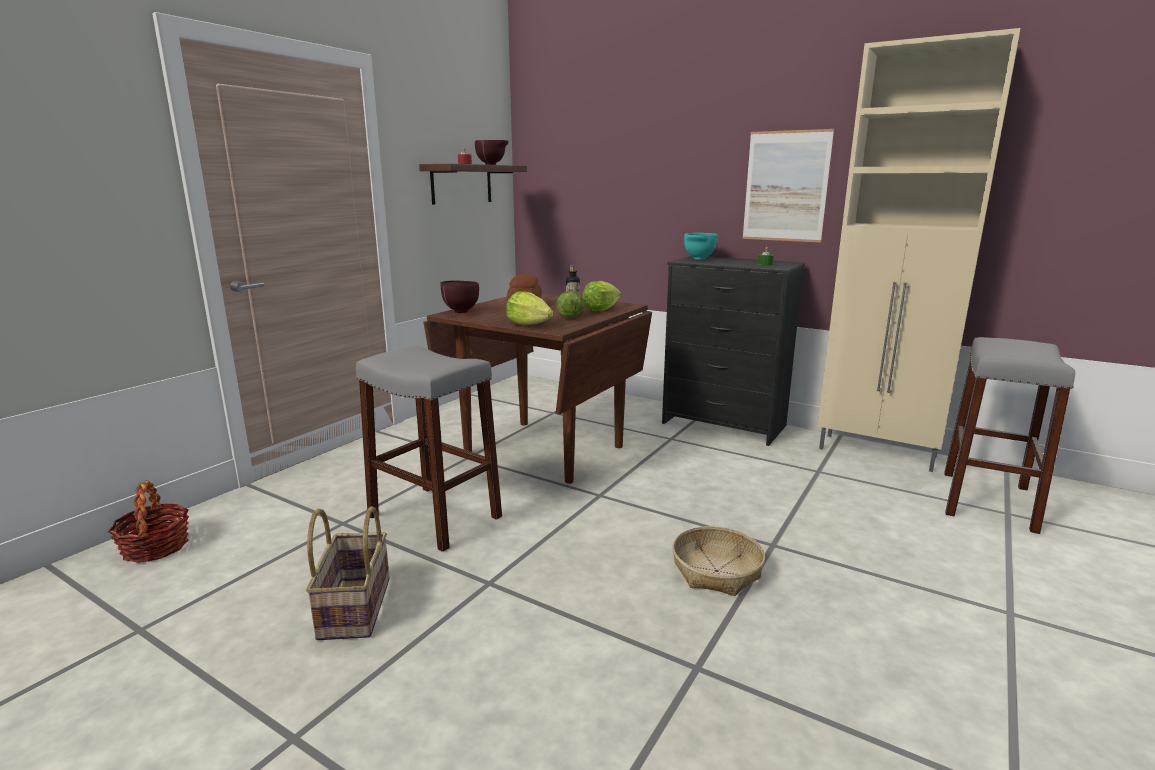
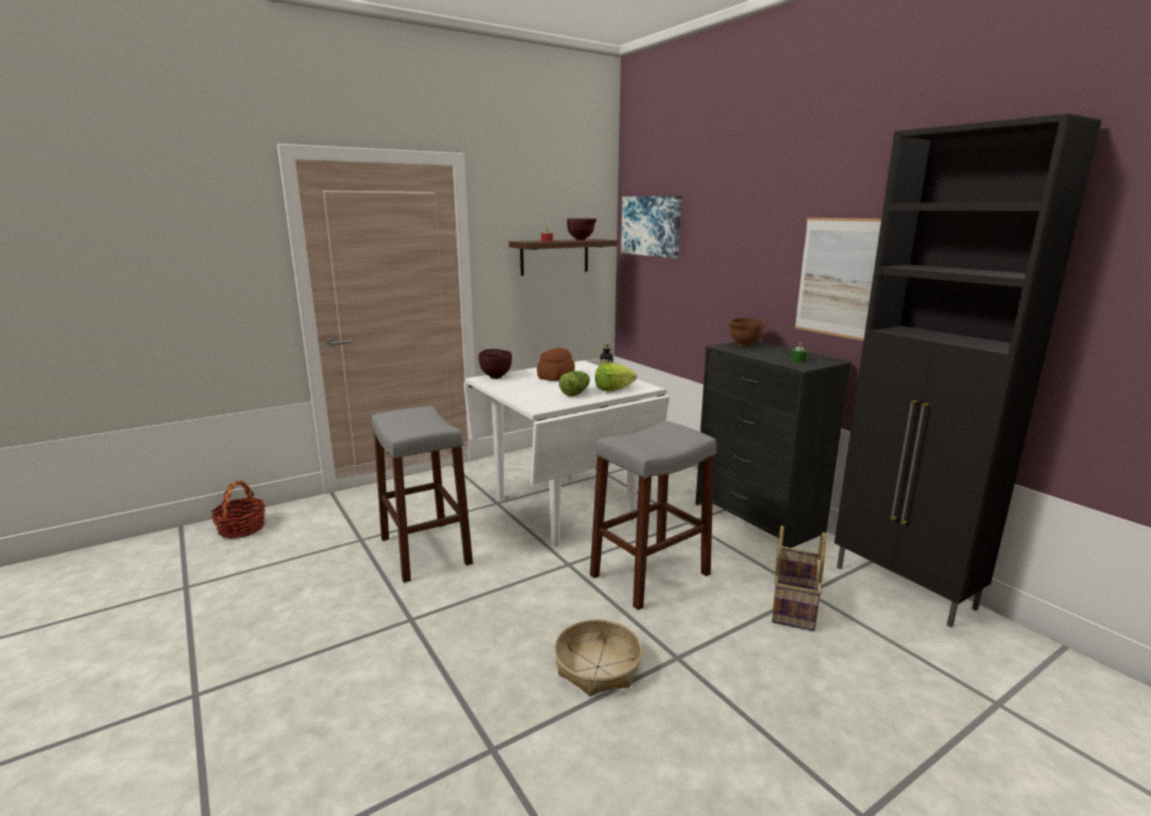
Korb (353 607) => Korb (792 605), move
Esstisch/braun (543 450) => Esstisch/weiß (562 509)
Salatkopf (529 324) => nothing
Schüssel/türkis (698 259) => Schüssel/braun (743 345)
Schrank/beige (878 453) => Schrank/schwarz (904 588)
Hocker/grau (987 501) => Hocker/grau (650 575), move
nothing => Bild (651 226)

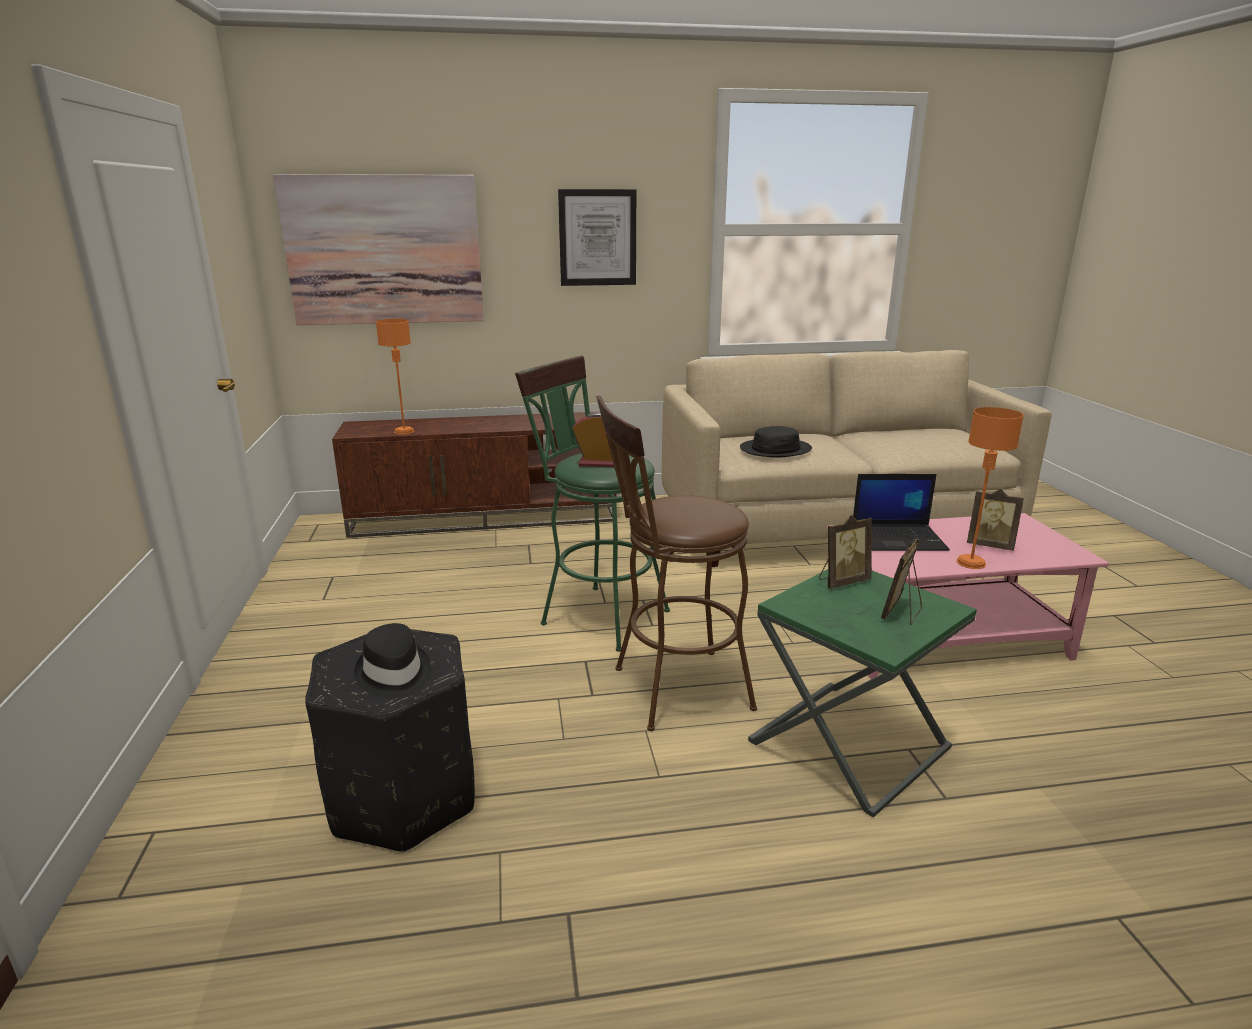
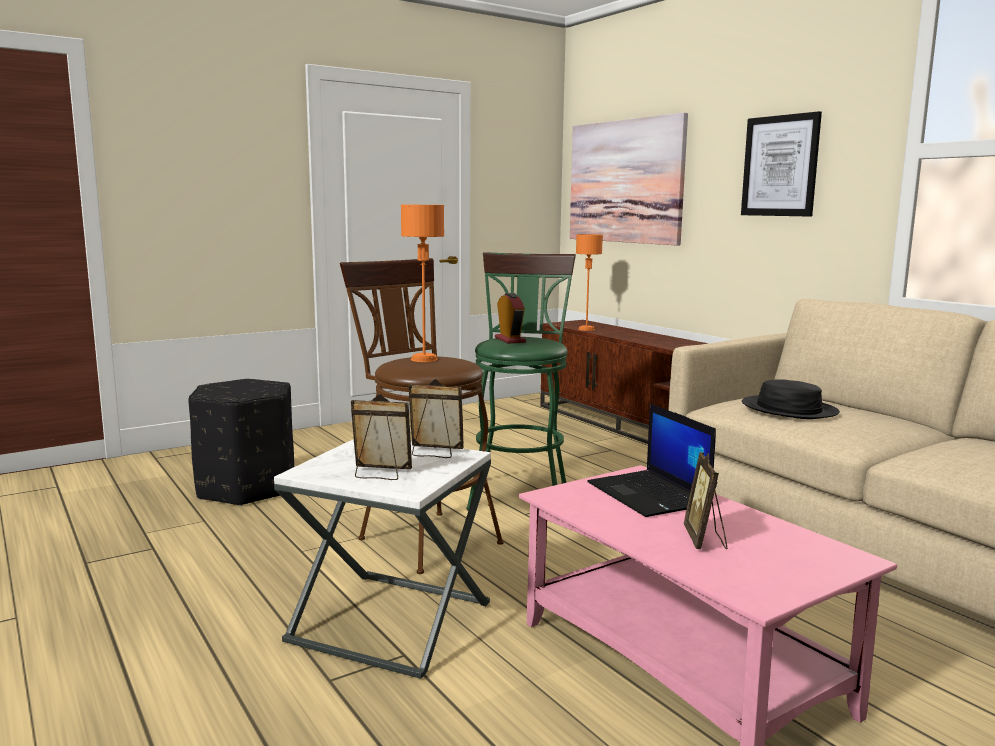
Hut/schwarz (394 674) => nothing
Beistelltisch/grün (848 745) => Beistelltisch/weiß (390 622)
Bilderrahmen (842 581) => Bilderrahmen (434 453), 150 degrees clockwise
Tischlampe/orange (970 562) => Tischlampe/orange (424 359), move

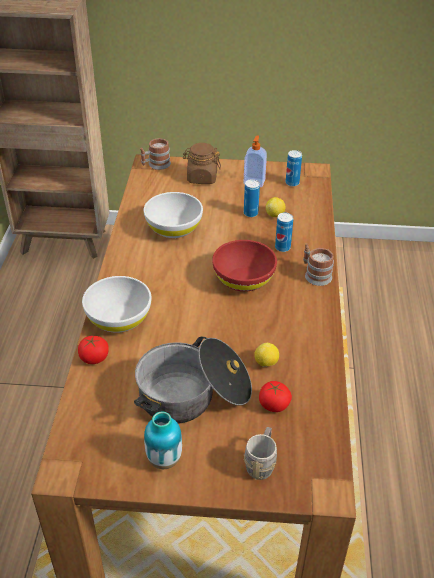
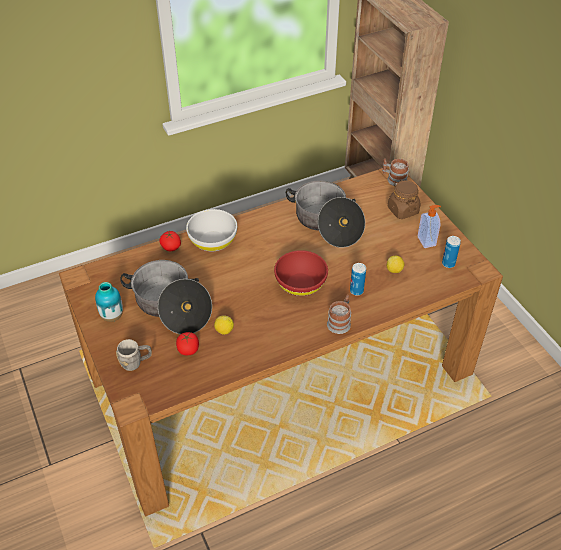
Schüssel/weiß (173 228) => Kochtopf (326 223)
Dose (250 213) => nothing

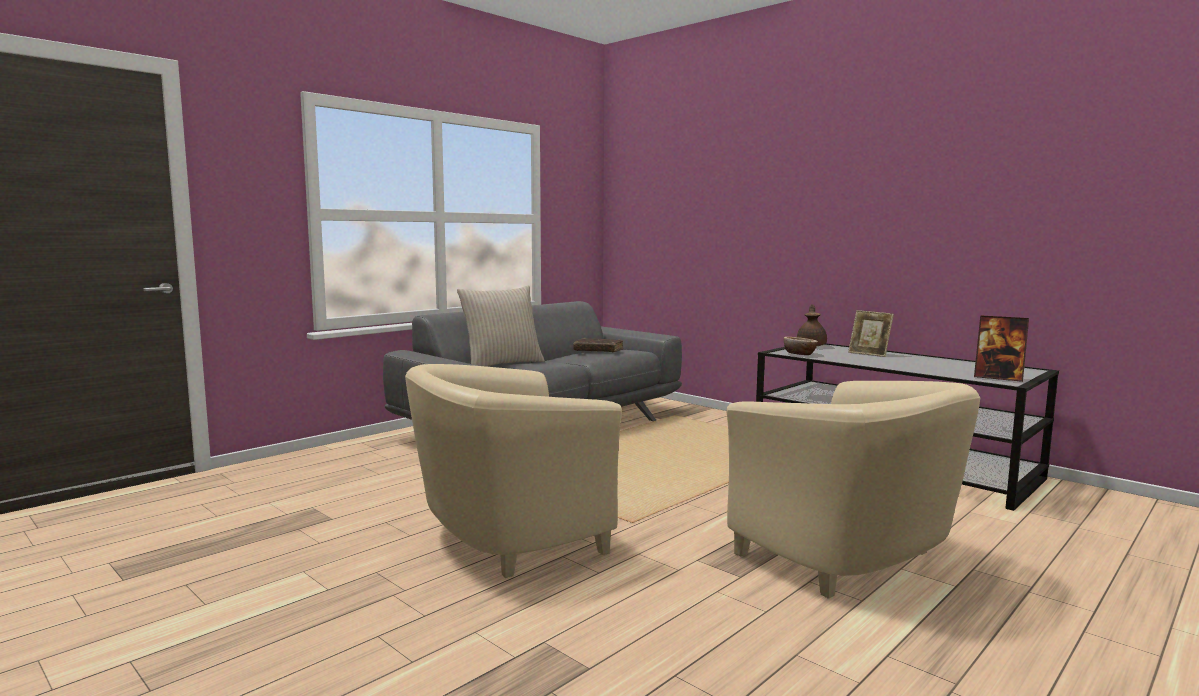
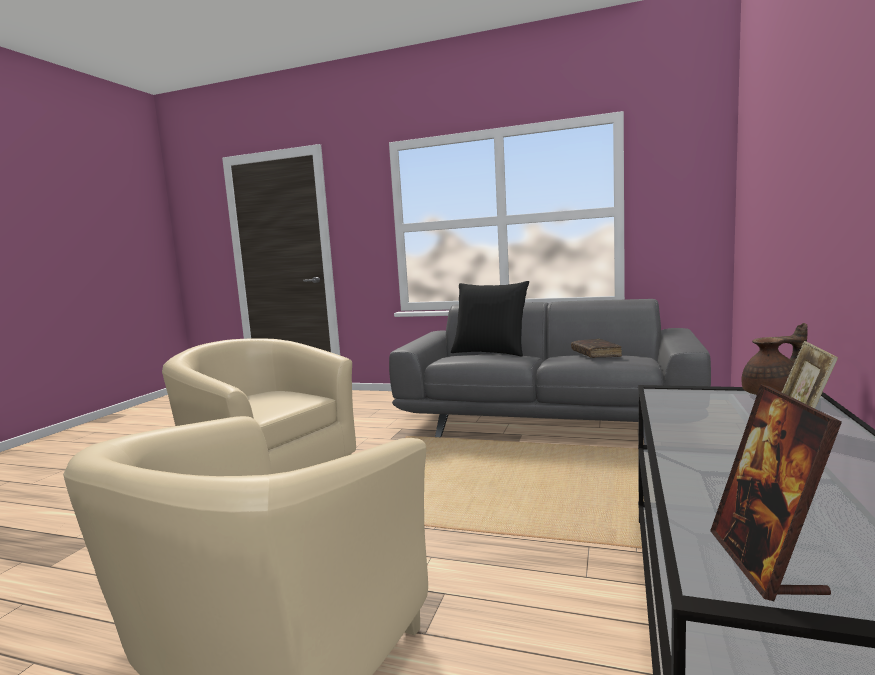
Kissen/beige (502 364) => Kissen/schwarz (490 352)
Schüssel (799 354) => nothing

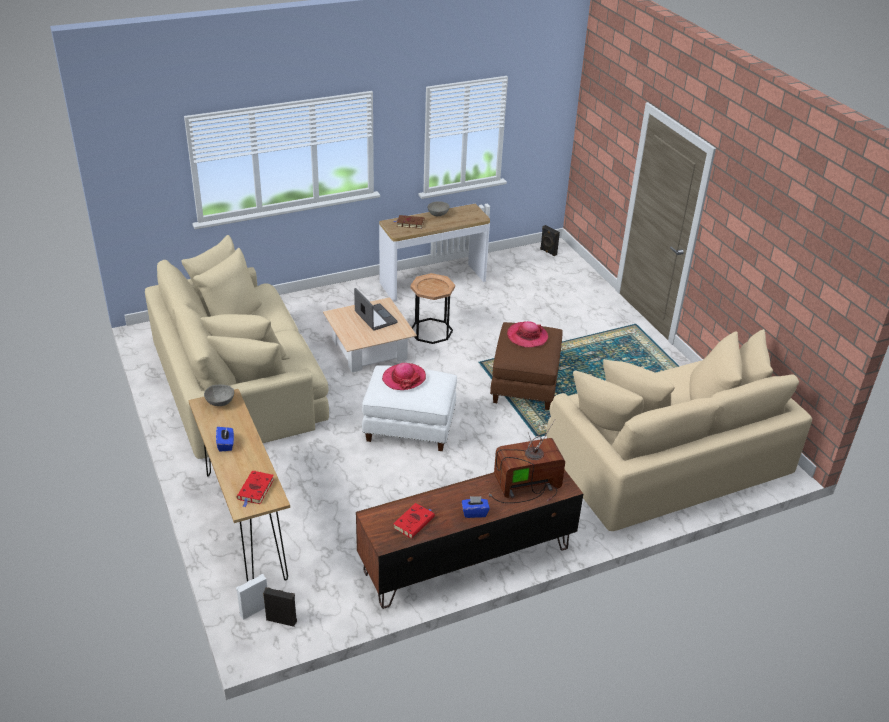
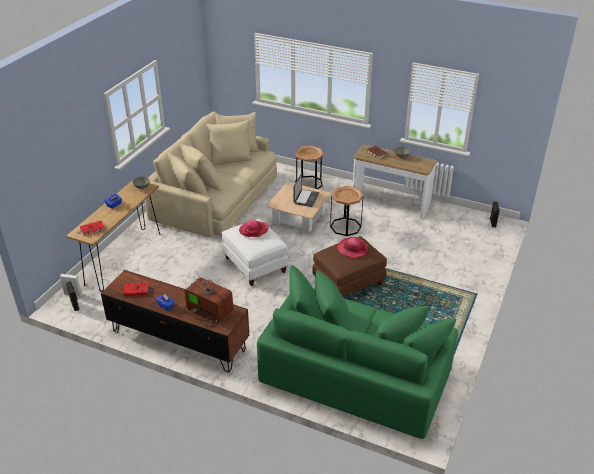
Sofa/beige (664 460) => Sofa/grün (356 373)
nothing => Beistelltisch/braun (308 183)

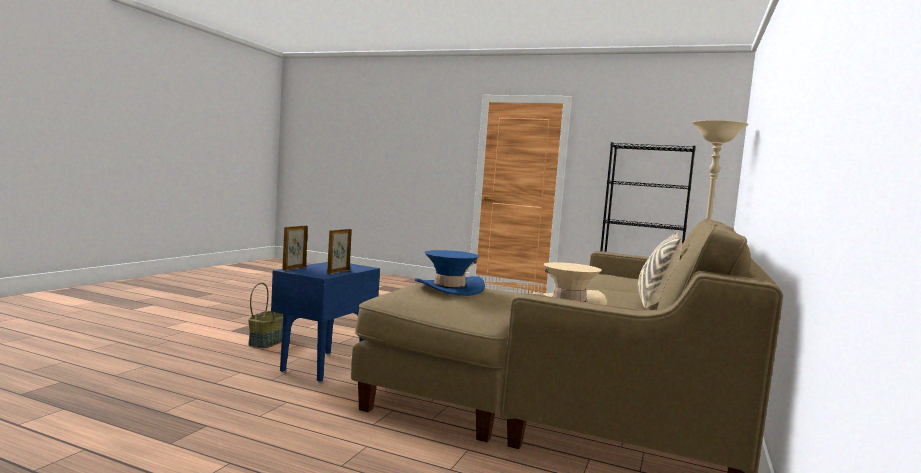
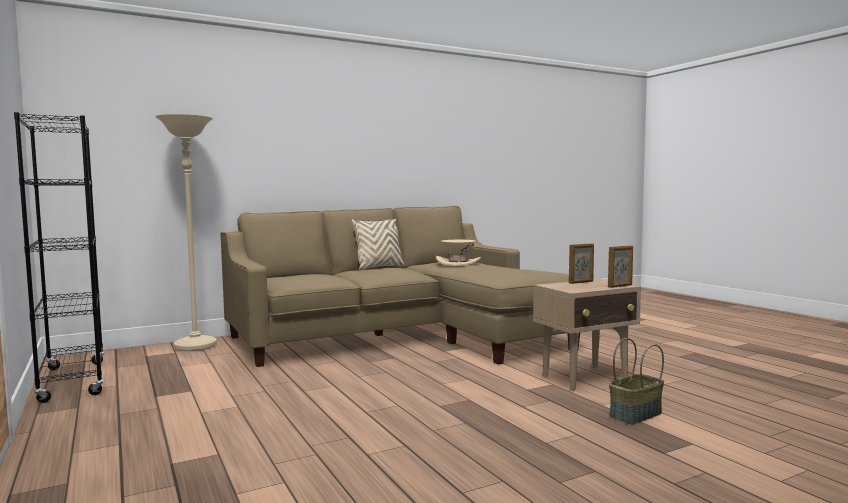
Beistelltisch/blau (323 366) => Beistelltisch/beige (585 378)
Hut/blau (449 288) => nothing

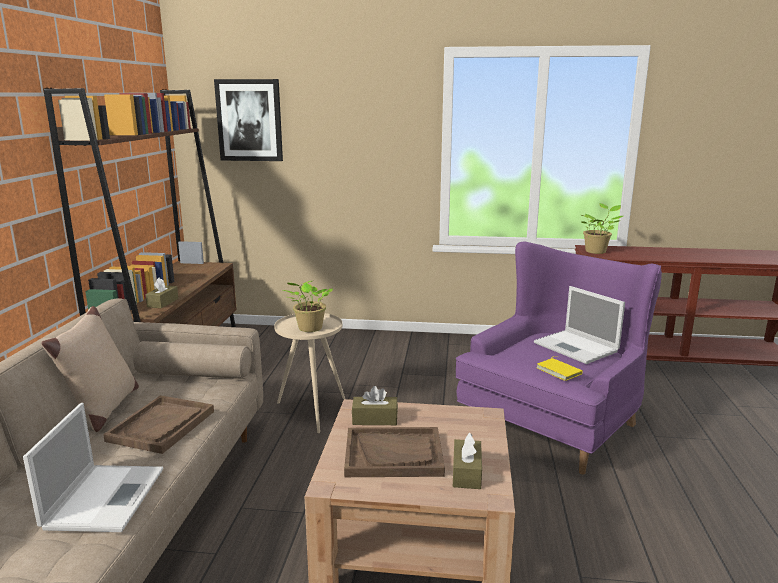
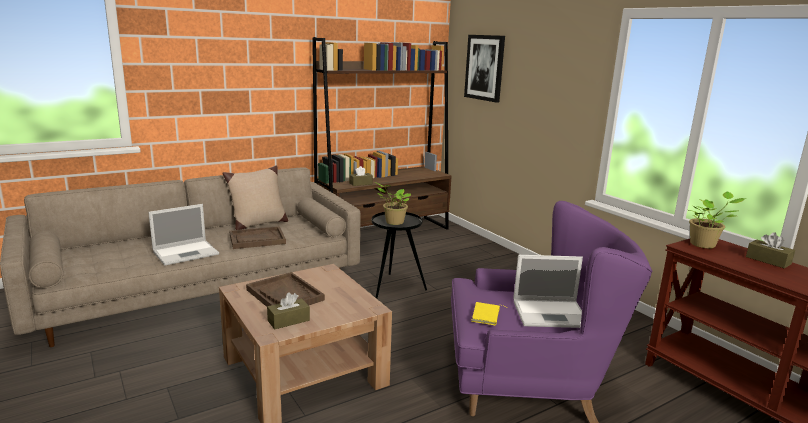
Beistelltisch/beige (312 412) => Beistelltisch/schwarz (394 287)
Taschentuchbox/braun (375 419) => Taschentuchbox/braun (768 260), move
Laptop (577 347) => Laptop (552 314), 105 degrees counterclockwise

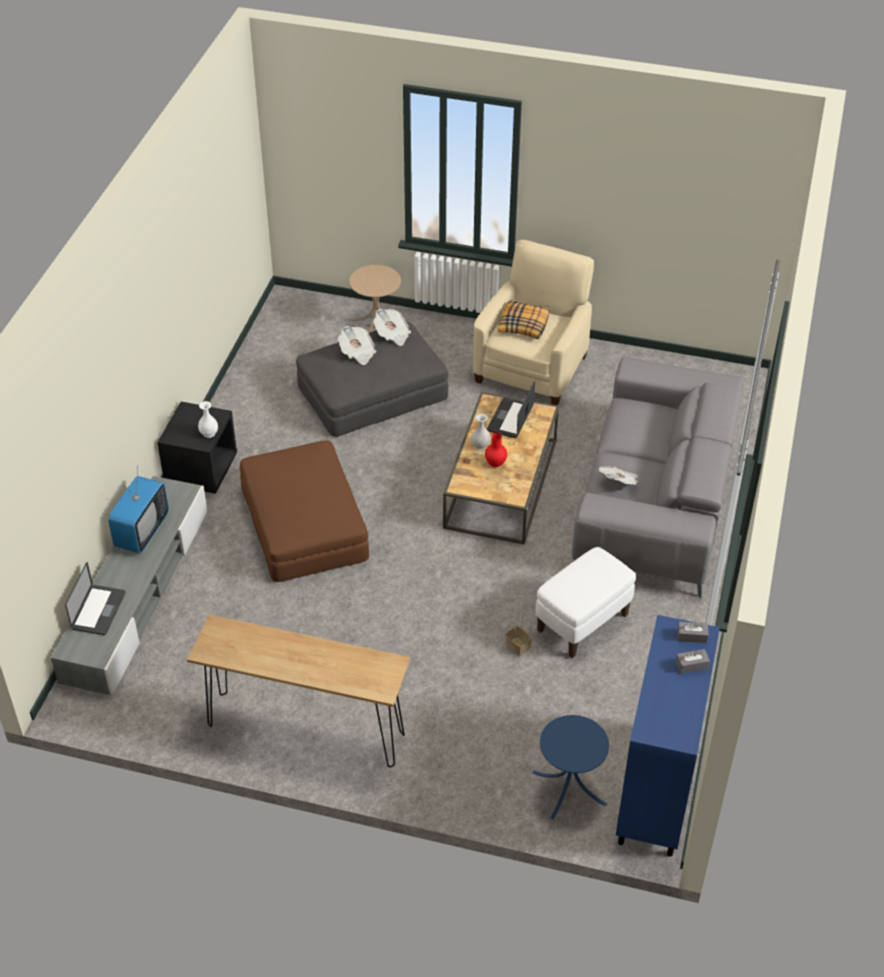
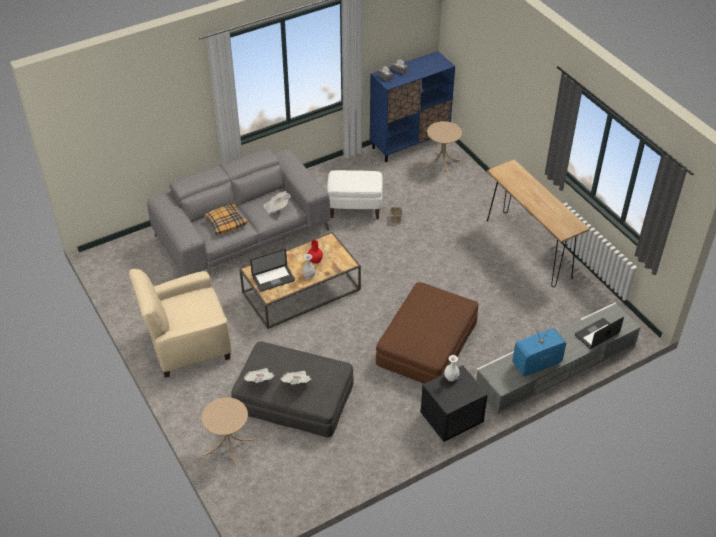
Kissen (524 325) => Kissen (225 223), move
Beistelltisch/blau (569 788) => Beistelltisch/beige (442 163)

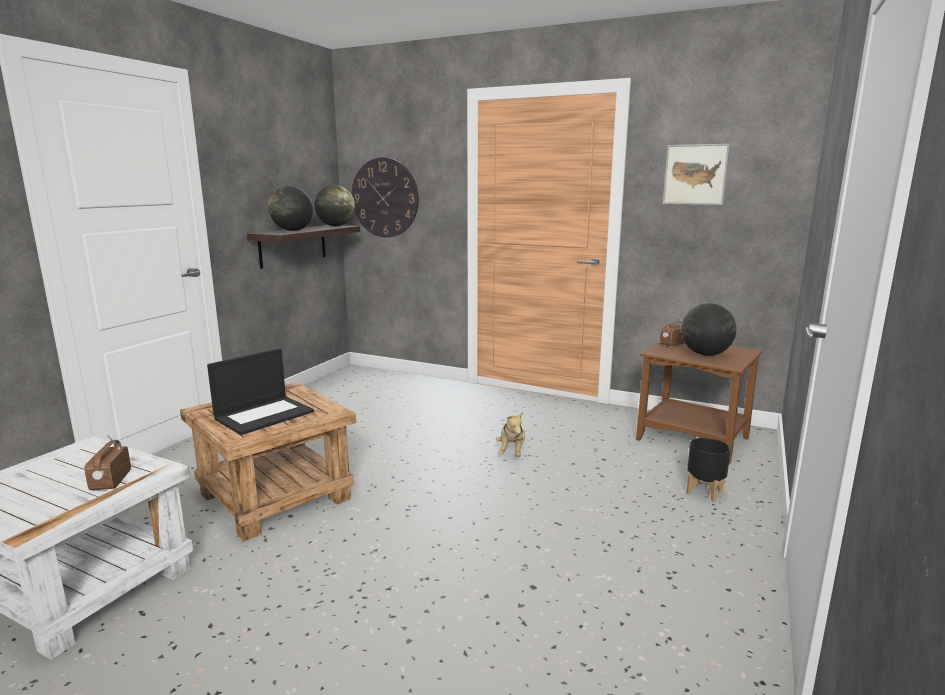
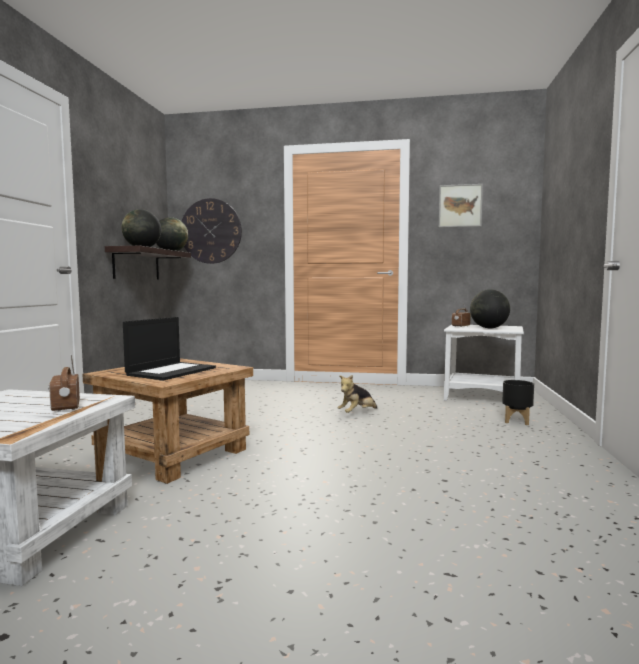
Plüschtier (512 452) => Plüschtier (357 413), 60 degrees clockwise
Beistelltisch/braun (691 439) => Beistelltisch/weiß (482 397)

